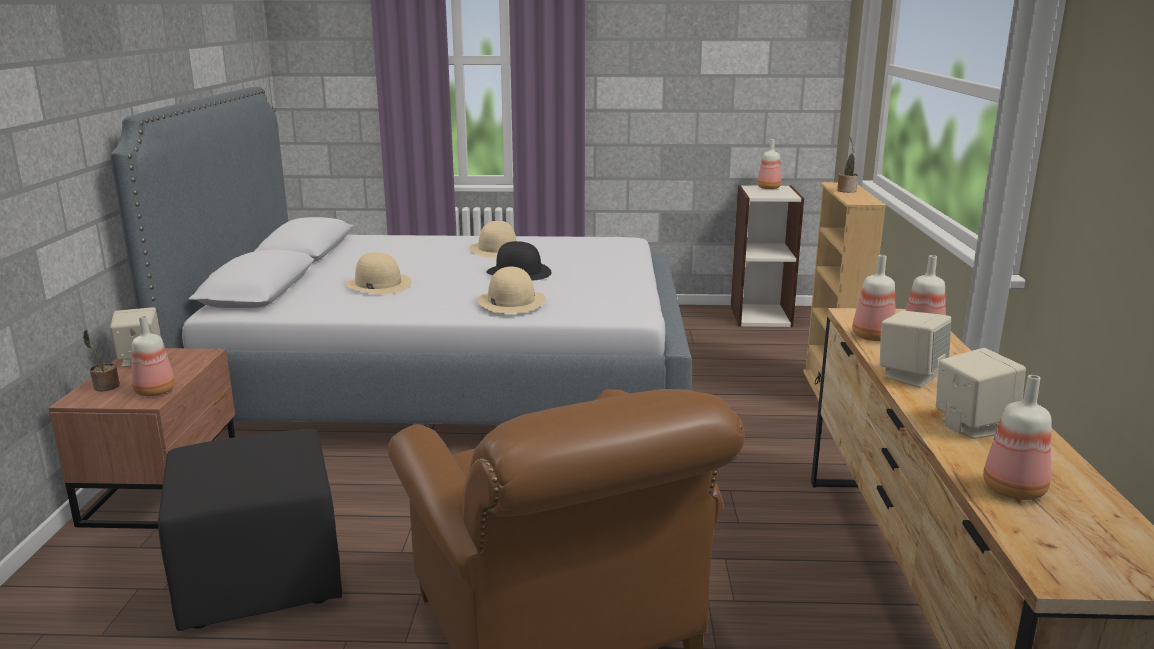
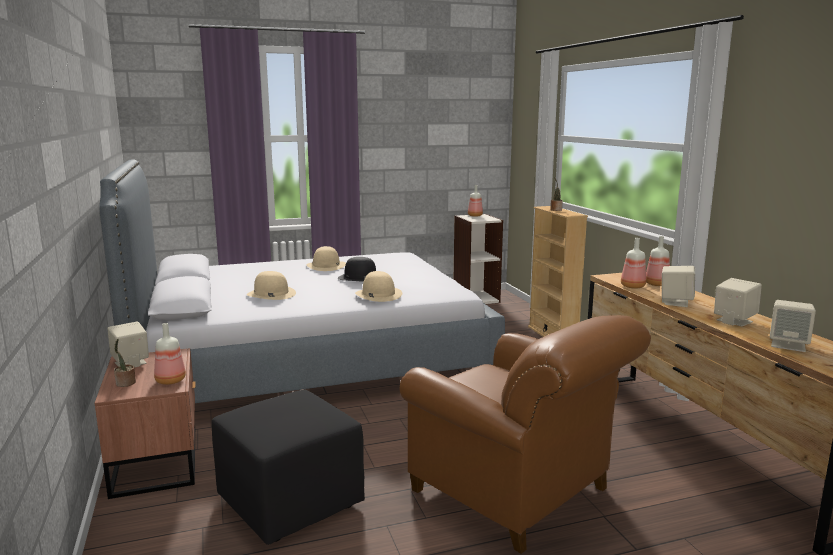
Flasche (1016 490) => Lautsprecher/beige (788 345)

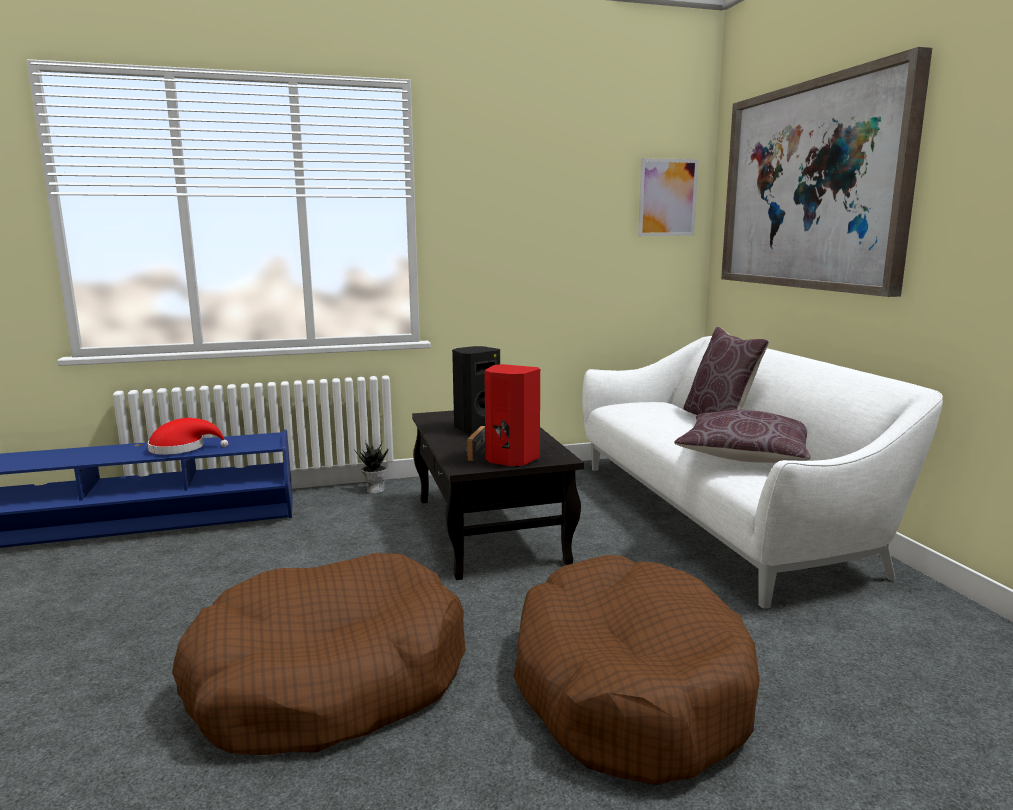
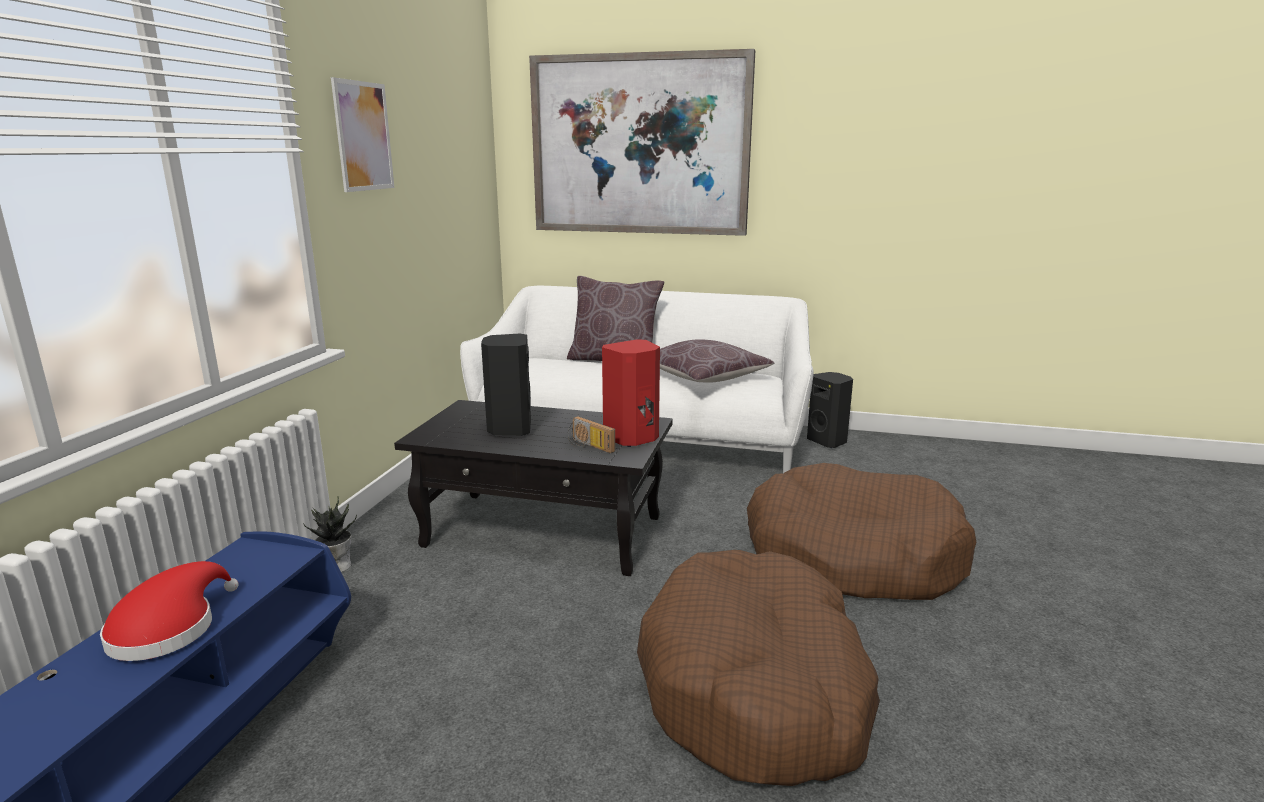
Bild (667 197) => Bild (363 136), move
nothing => Lautsprecher/schwarz (828 441)

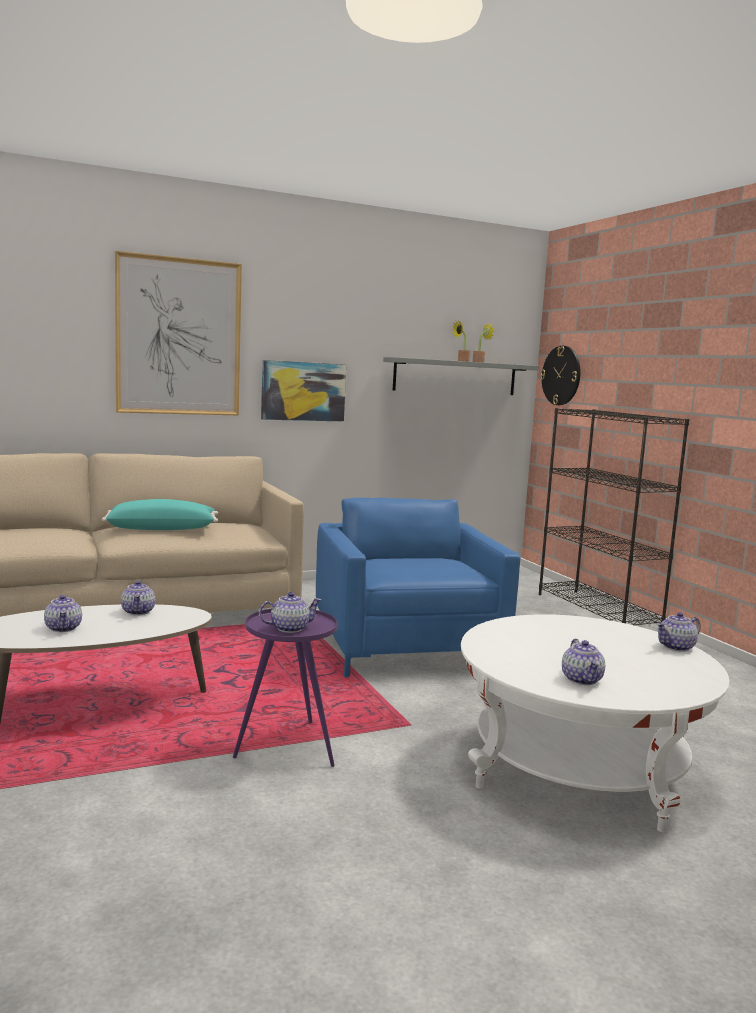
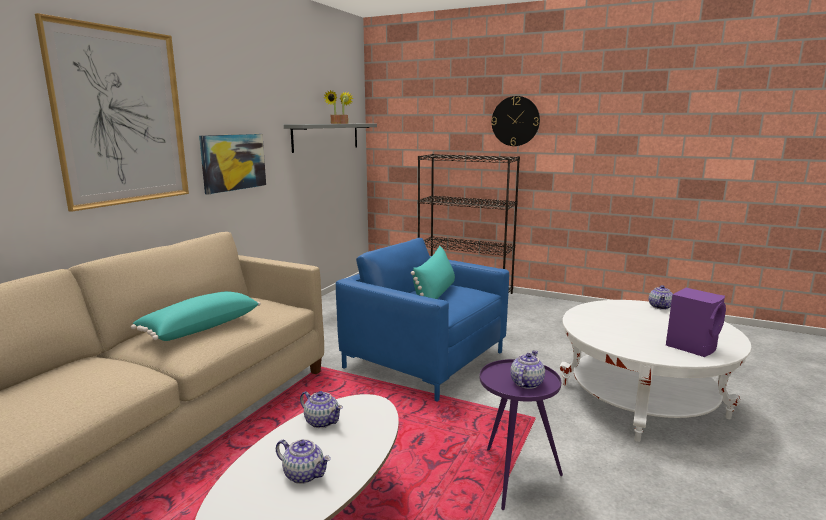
Wanduhr (561 375) => Wanduhr (515 121), move
Teekanne (582 680) => Lautsprecher/lila (692 346)
nothing => Kissen/türkis (435 294)

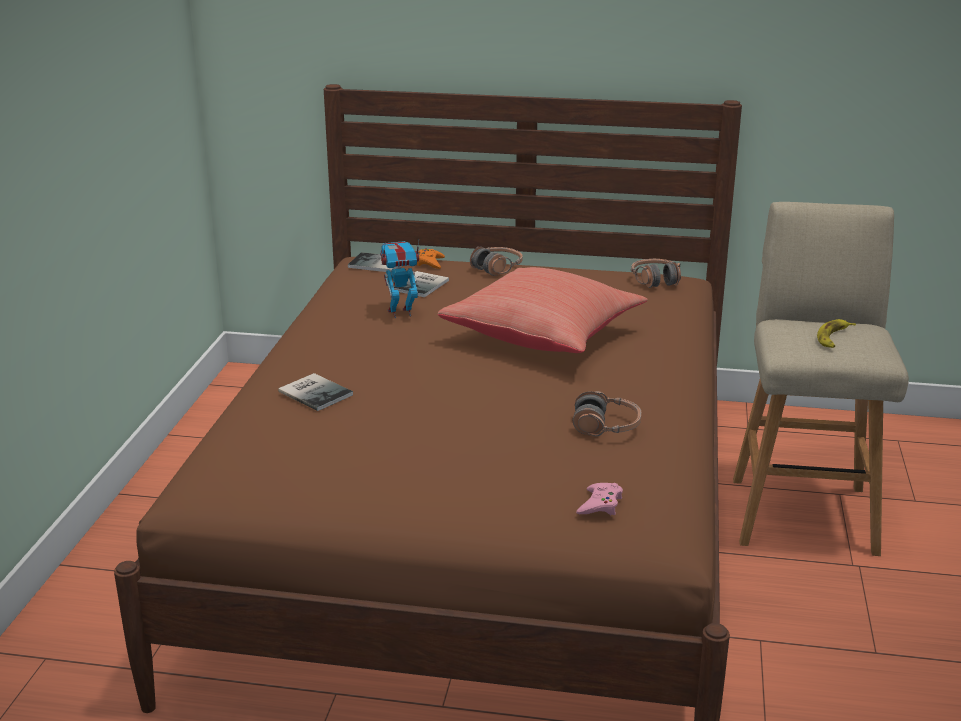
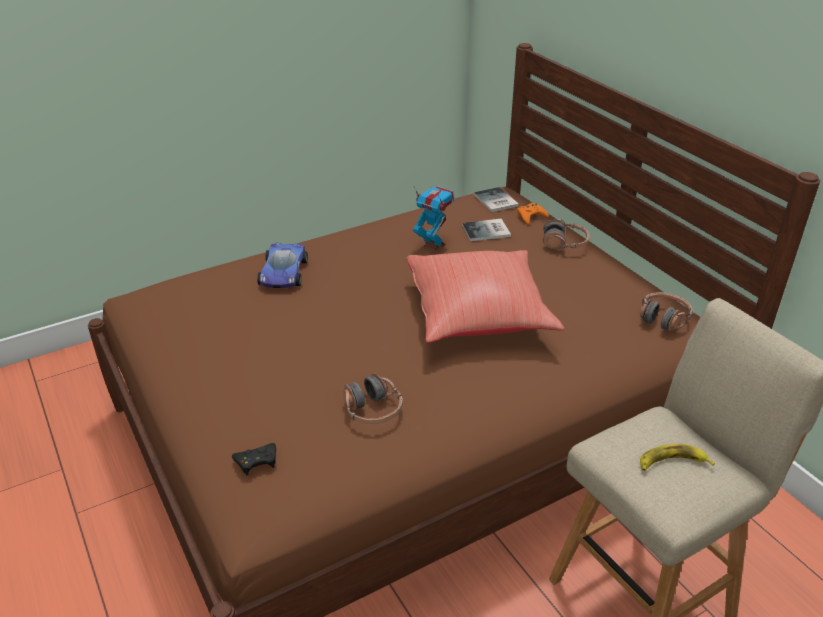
Buch (316 392) => Spielzeugauto (283 273)
Gamepad/rosa (600 504) => Gamepad/schwarz (256 461)

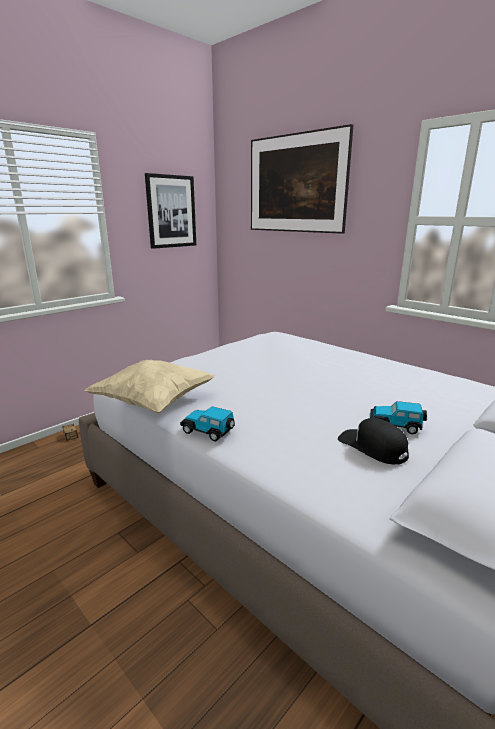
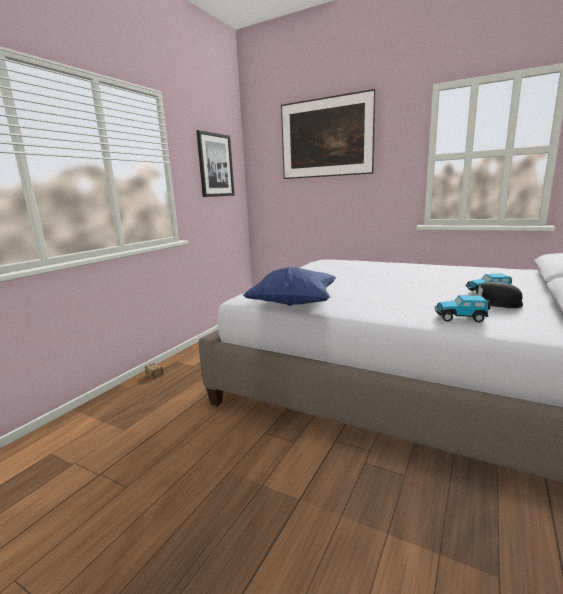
Kissen/beige (155 402) => Kissen/blau (294 304)
Spielzeugauto (209 431) => Spielzeugauto (461 317), move

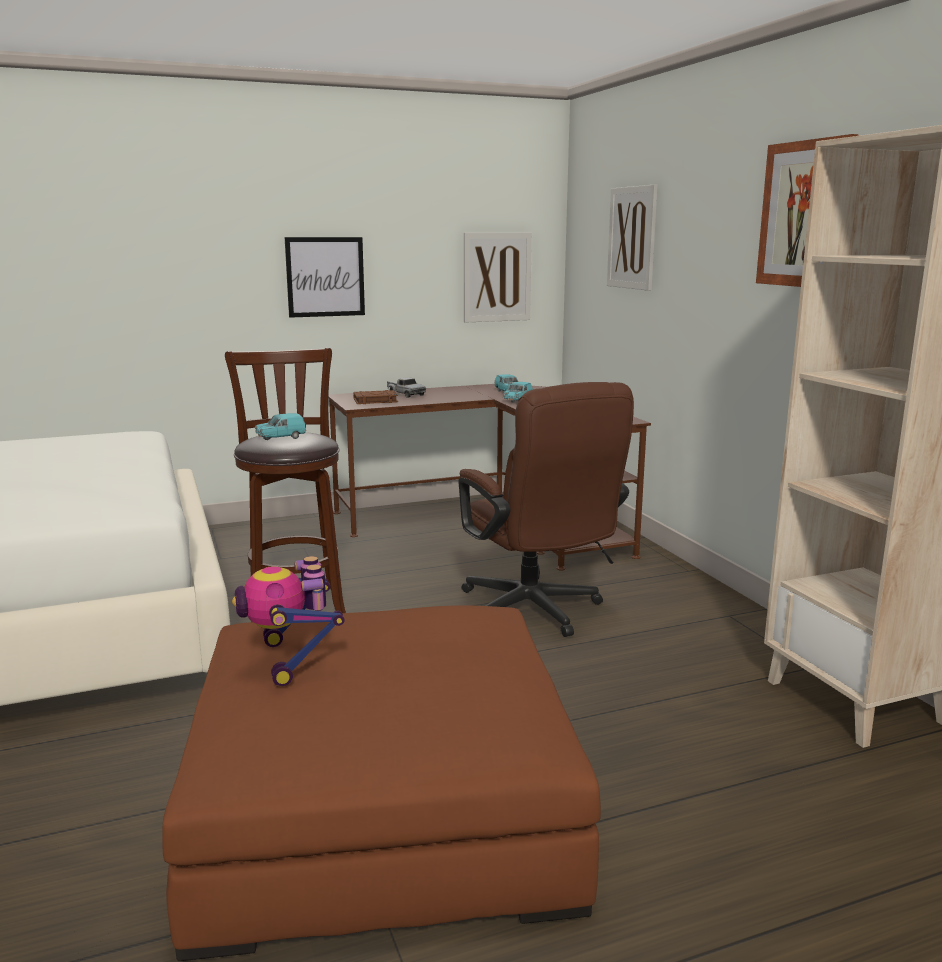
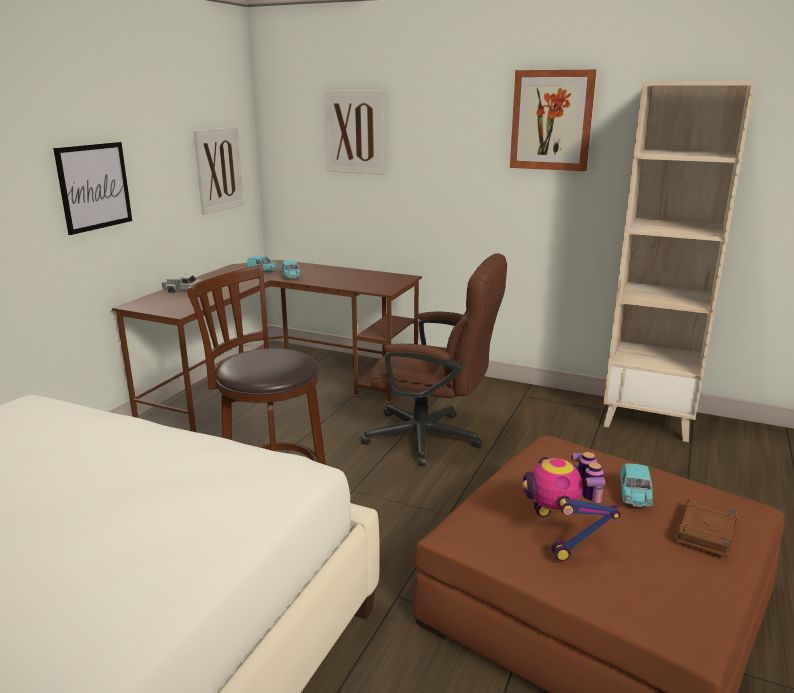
Spielzeugroboter (292 661) => Spielzeugroboter (562 534), 60 degrees clockwise
Spielzeugauto/türkis (281 438) => Spielzeugauto/türkis (634 497), move
Buch/braun (375 401) => Buch/braun (705 532), move

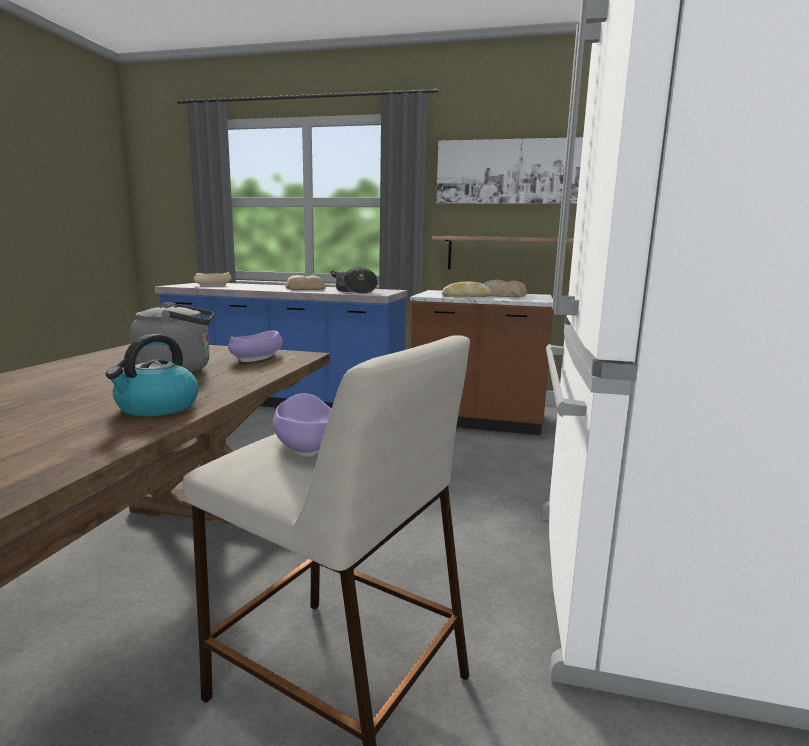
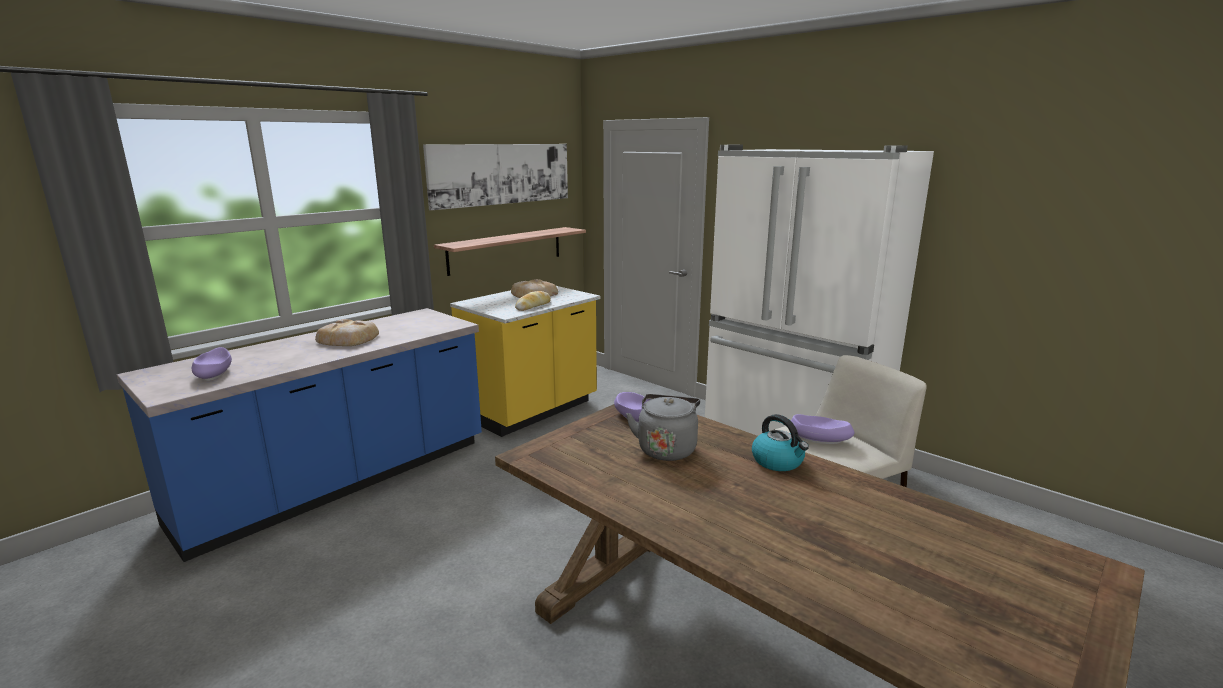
Schüssel/beige (213 285) => Schüssel/lila (214 374)
Kochtopf (355 291) => nothing
Küchenzeile/braun (477 420) => Küchenzeile/gelb (531 410)

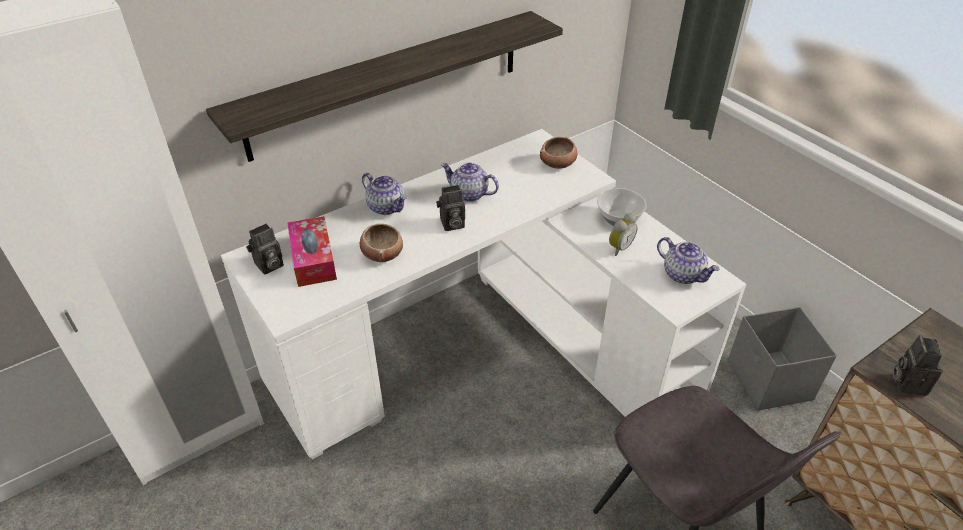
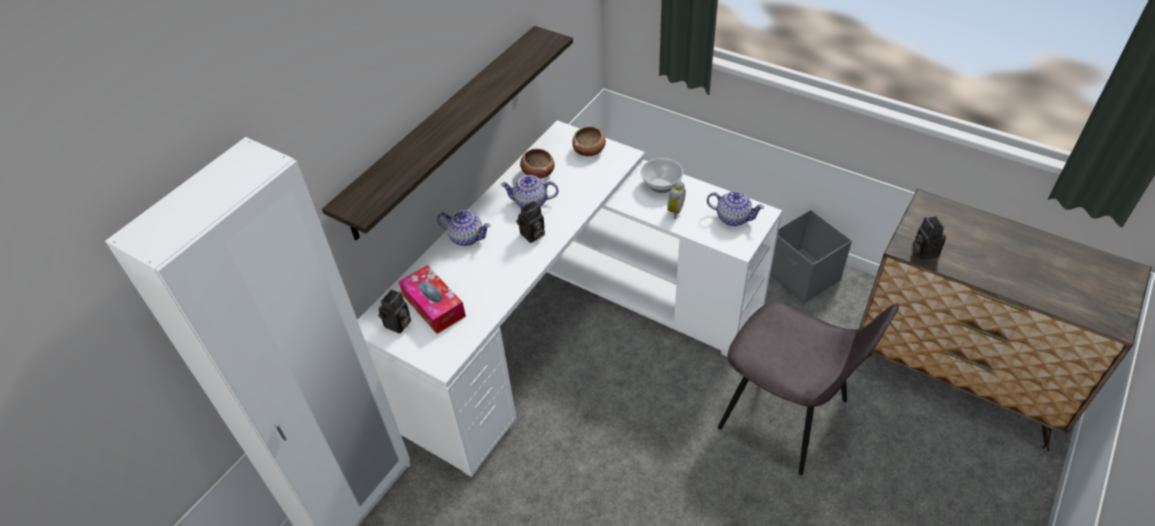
Schüssel (382 253) => Schüssel (538 172), move

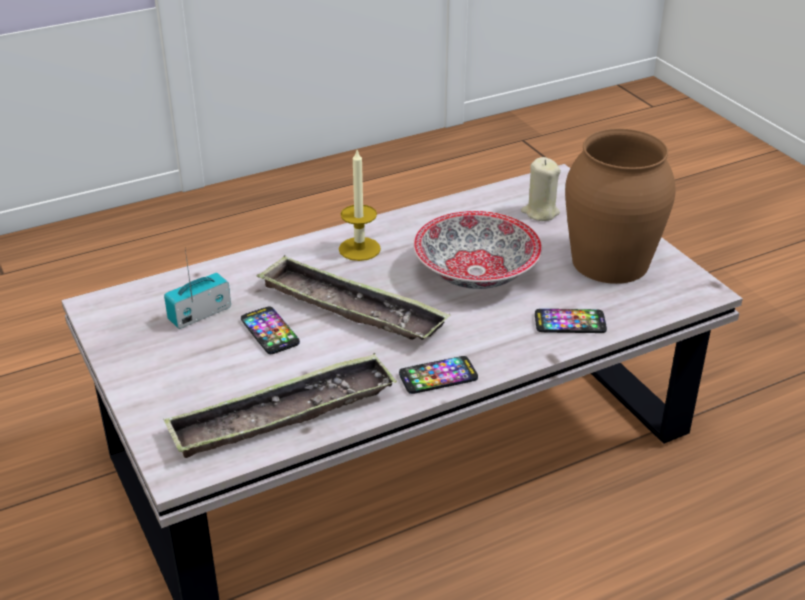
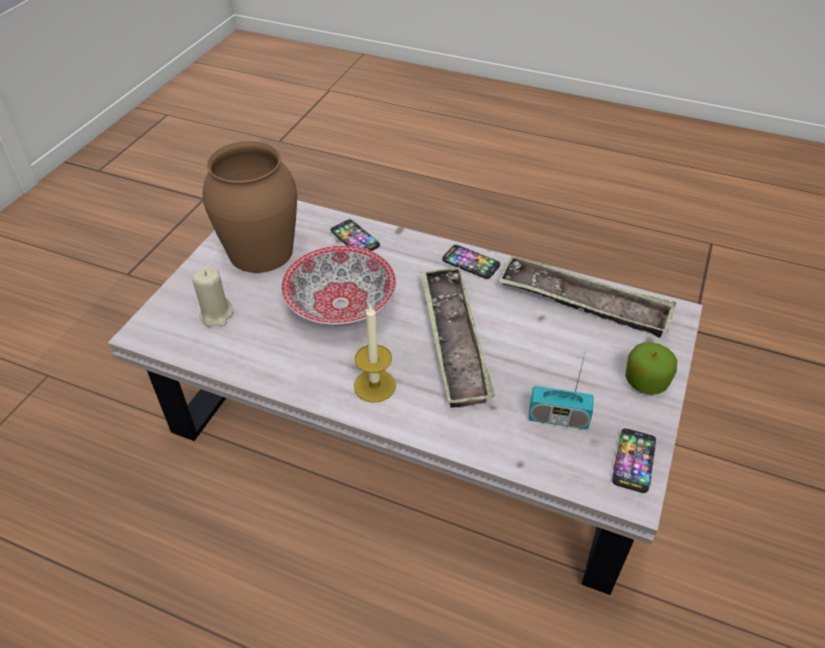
Handy (269 331) => Handy (634 461), move
nothing => Apfel (645 381)

